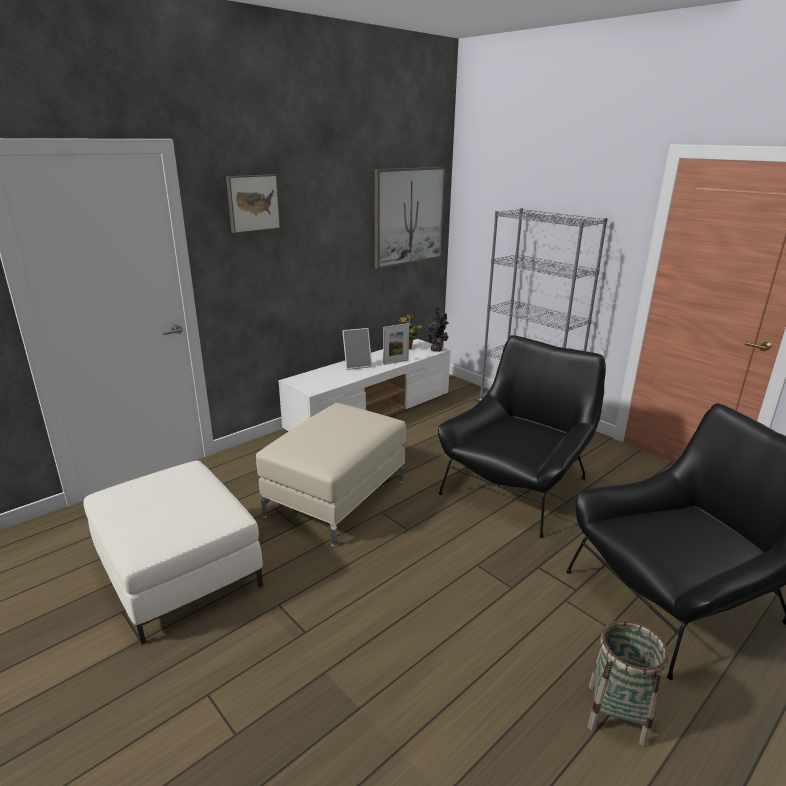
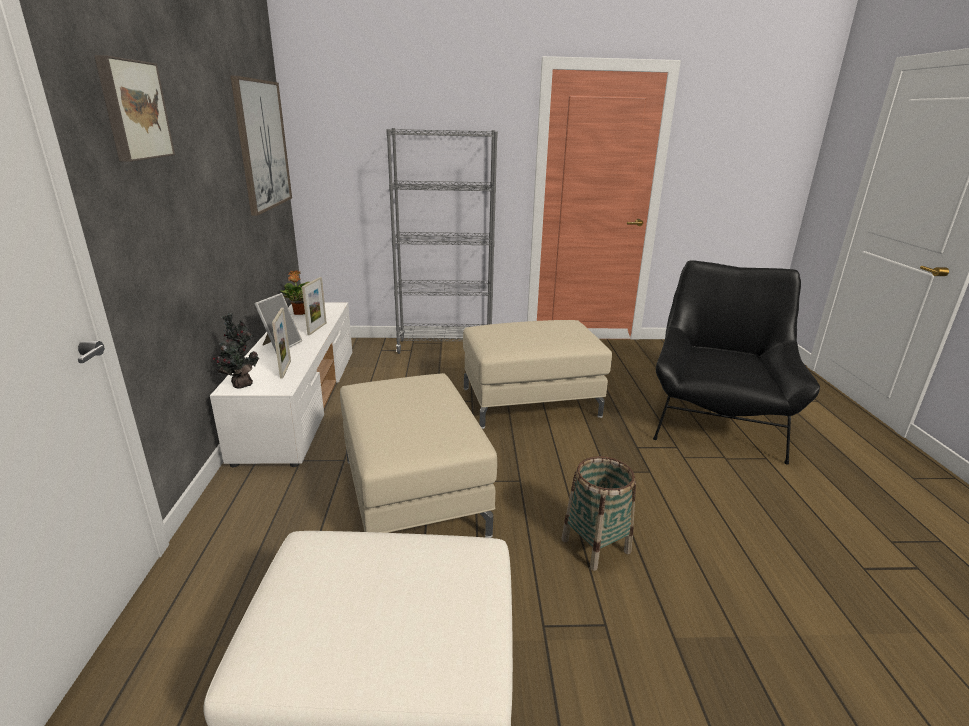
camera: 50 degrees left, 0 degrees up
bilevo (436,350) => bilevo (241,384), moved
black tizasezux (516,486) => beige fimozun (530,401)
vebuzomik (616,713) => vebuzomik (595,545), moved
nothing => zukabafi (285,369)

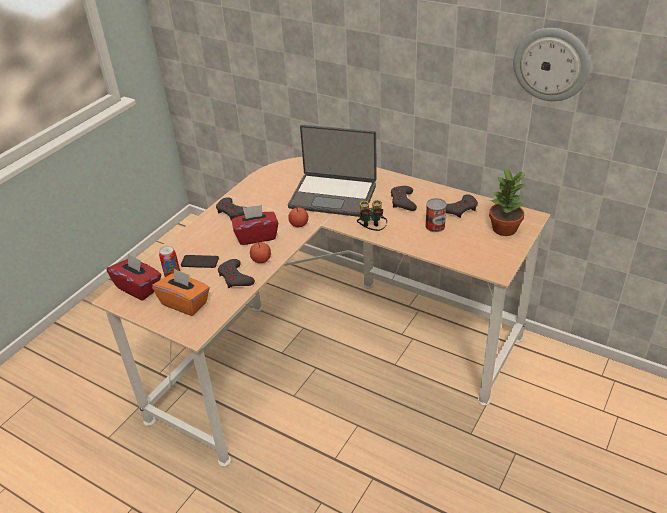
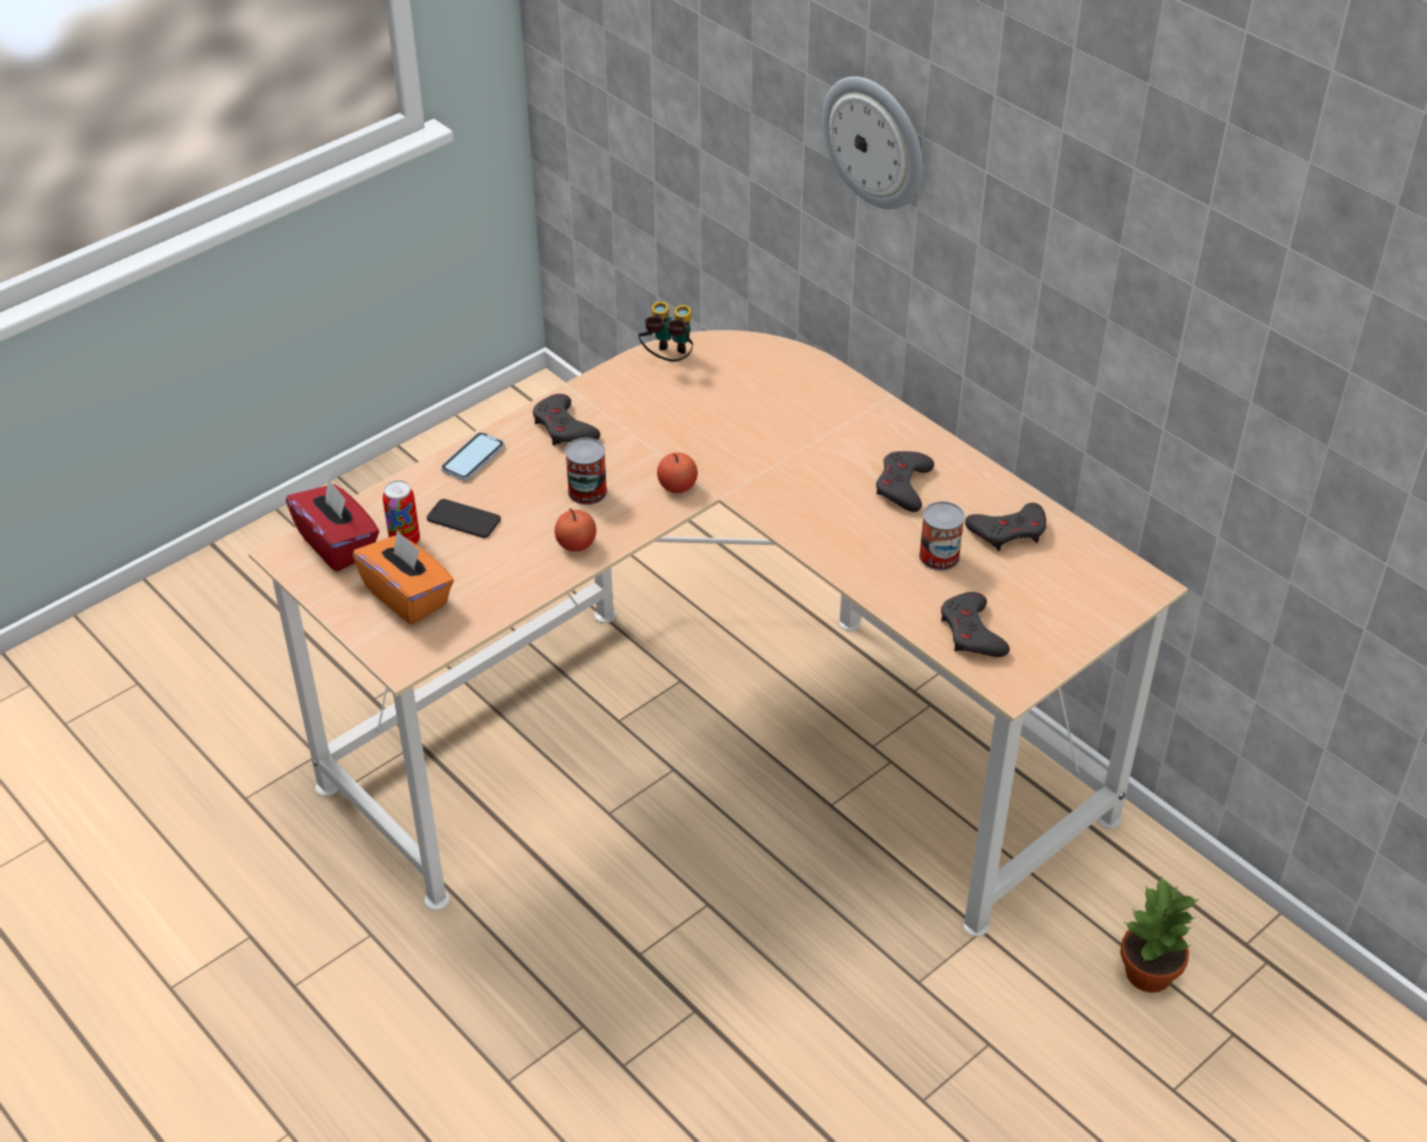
camera: 15 degrees right, 5 degrees up
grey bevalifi (235,278) => grey bevalifi (972,632), moved
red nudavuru (256,236) => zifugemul (587,492)
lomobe (333,195) => nothing
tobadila (371,231) => tobadila (668,360), moved
bilevo (504,229) => bilevo (1148,974), moved
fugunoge (551,64) => fugunoge (875,141), moved
nothing => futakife (473,458)

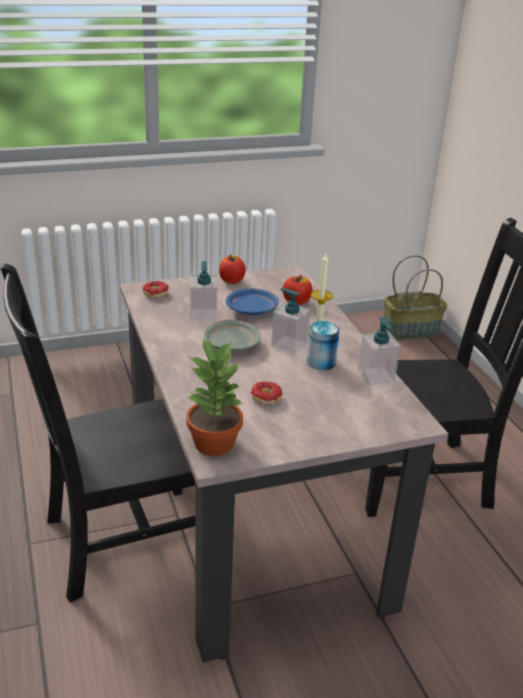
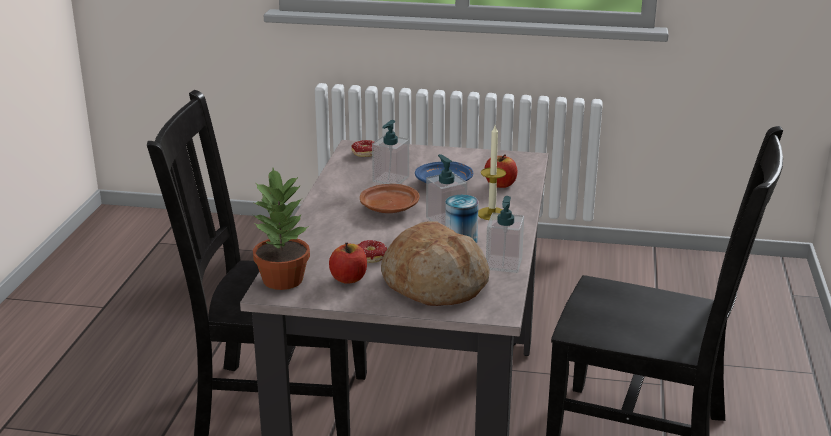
camera: 30 degrees right, 5 degrees down
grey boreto (231,344) => brown boreto (389,208)
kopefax (232,280) => kopefax (349,278), moved
vebuzomik (410,331) => nothing
nothing => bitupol (435,284)

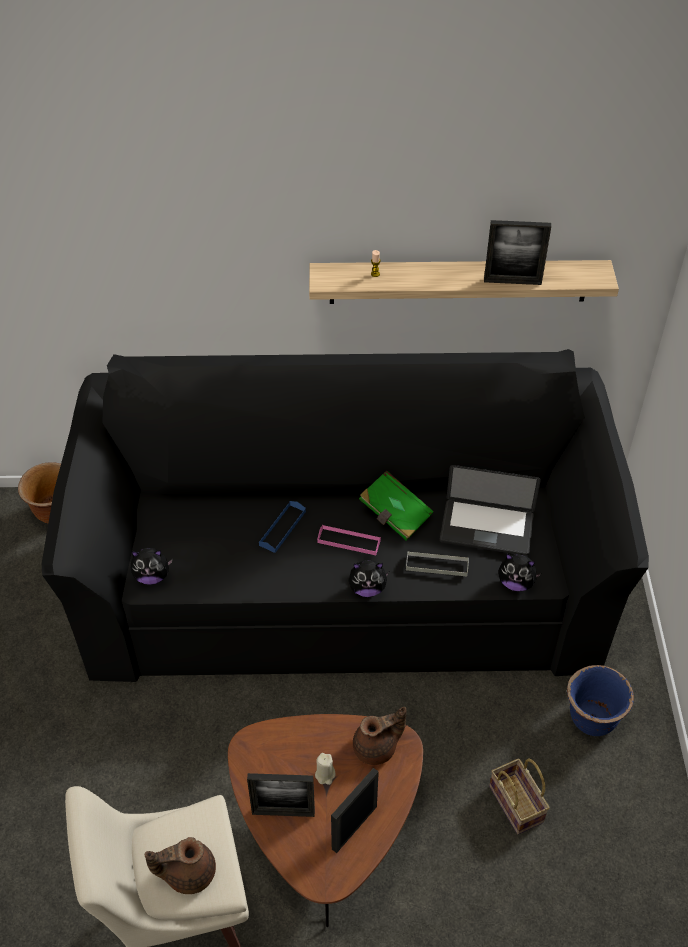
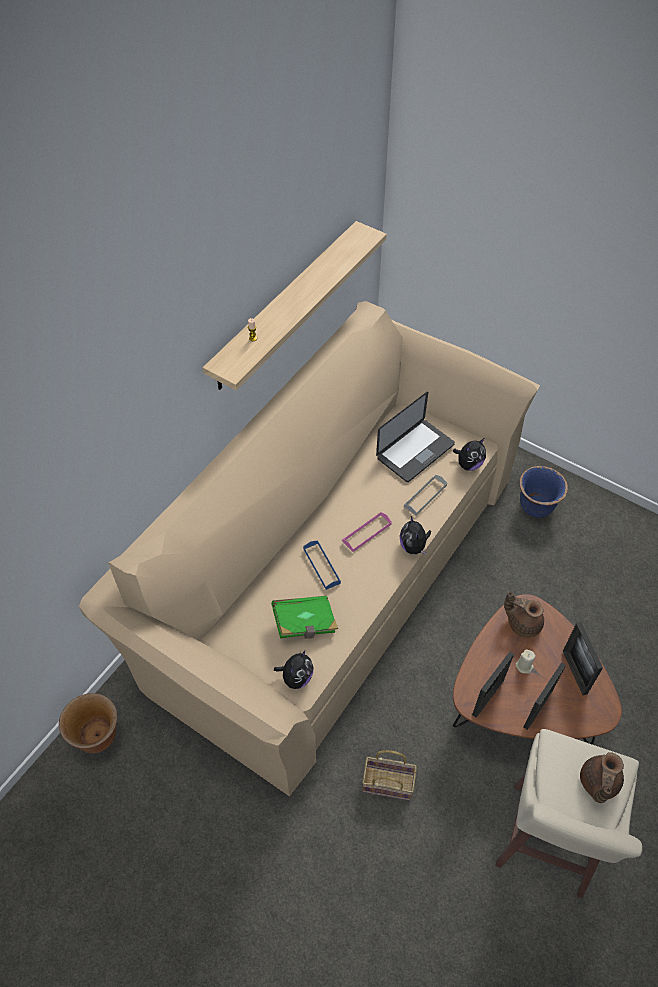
camera: 55 degrees left, 5 degrees up
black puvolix (344,576) => beige puvolix (326,571)
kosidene (367,588) => kosidene (413,546), 135 degrees clockwise
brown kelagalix (377,748) => brown kelagalix (522,623), 75 degrees counterclockwise
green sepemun (395,515) => green sepemun (305,623), moved
zukabafi (512,281) => zukabafi (488,697), moved
vebuzomik (518,805) => vebuzomik (389,783), moved

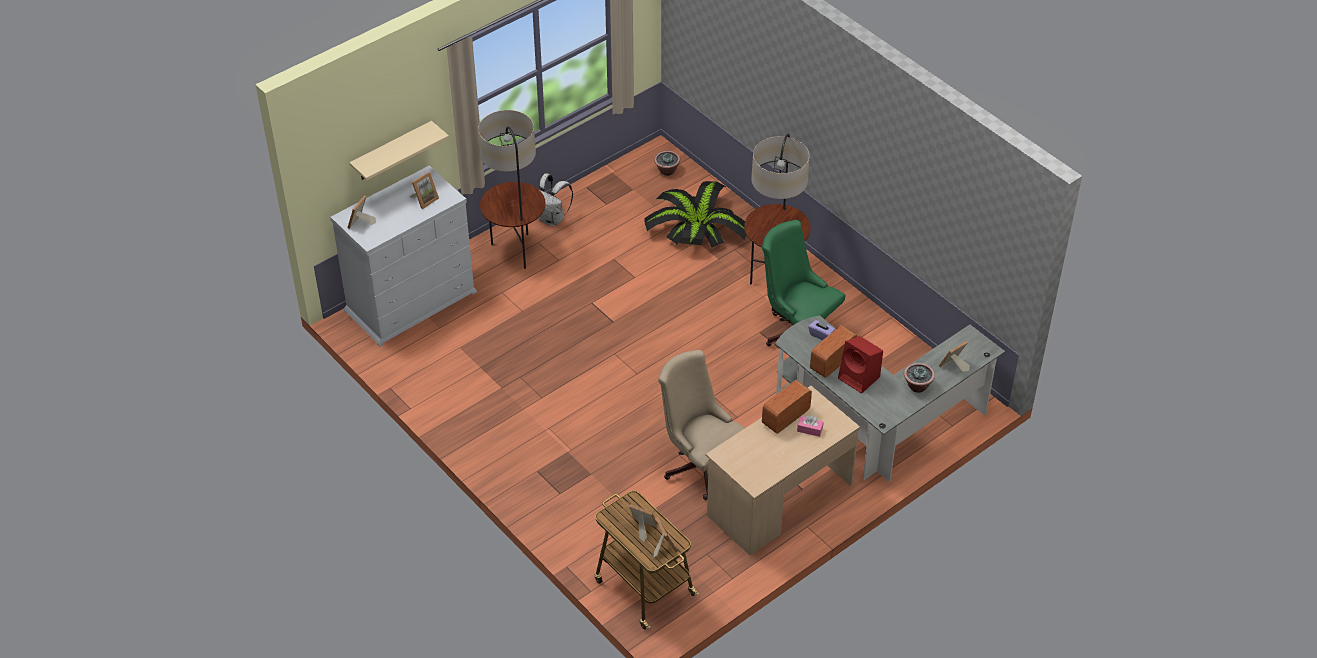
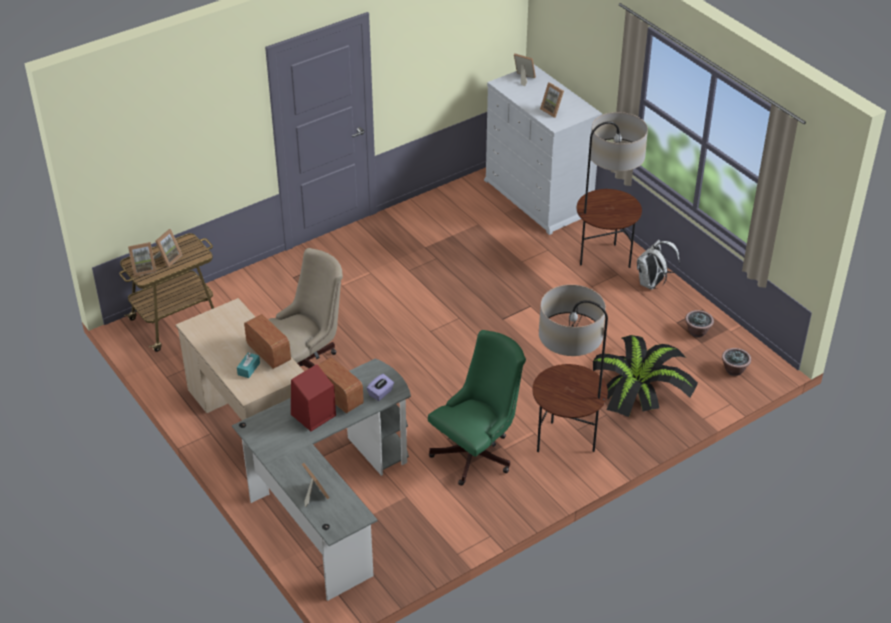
camera: 95 degrees right, 5 degrees down
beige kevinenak (392,152) => nothing
pink nudavuru (809,429) => turquoise nudavuru (248,369)
bilevo (917,386) => bilevo (697,332), moved

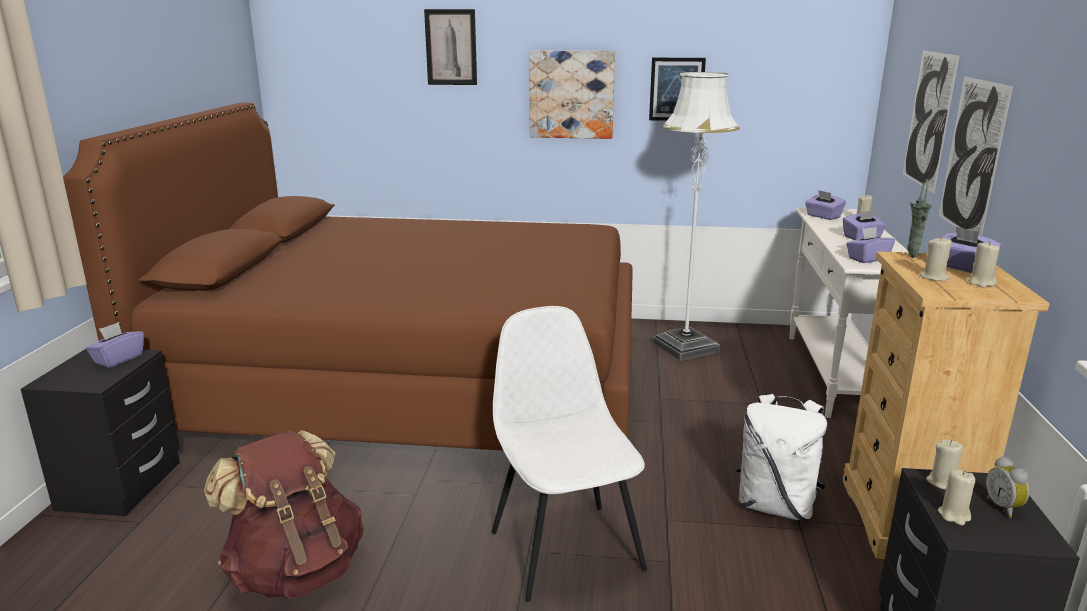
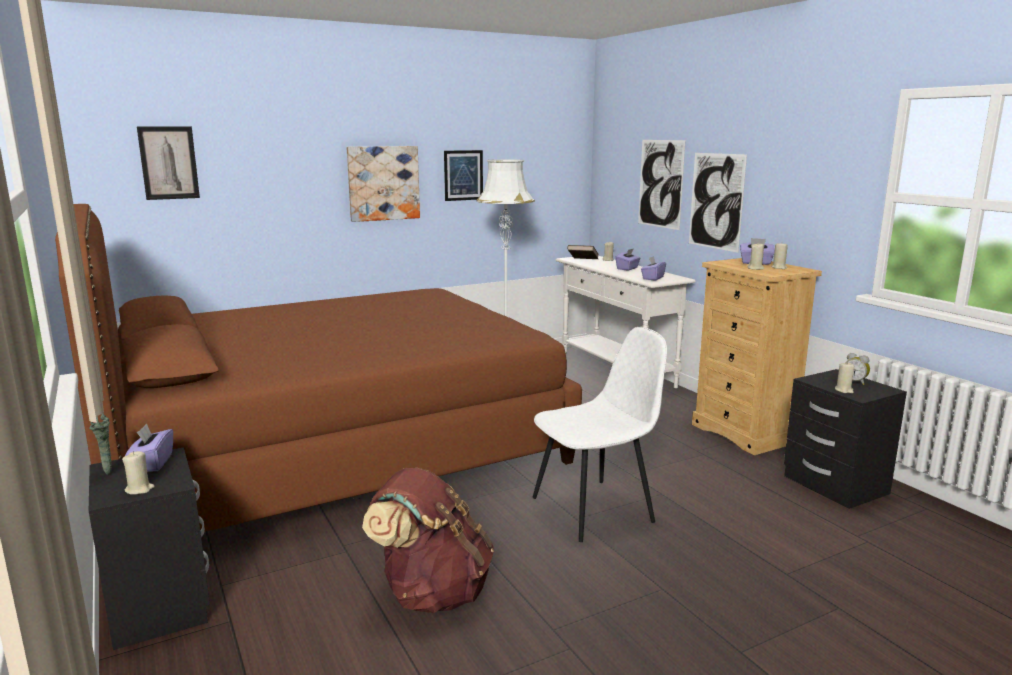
camera: 35 degrees left, 5 degrees down
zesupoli (451,47) => zesupoli (169,163), moved
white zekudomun (565,547) => white zekudomun (595,509), 120 degrees clockwise
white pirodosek (776,506) => nothing
purple nudavuru (823,216) => brown sepemun (582,261)
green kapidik (911,256) => green kapidik (108,472), moved
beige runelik (942,483) => beige runelik (139,489), moved

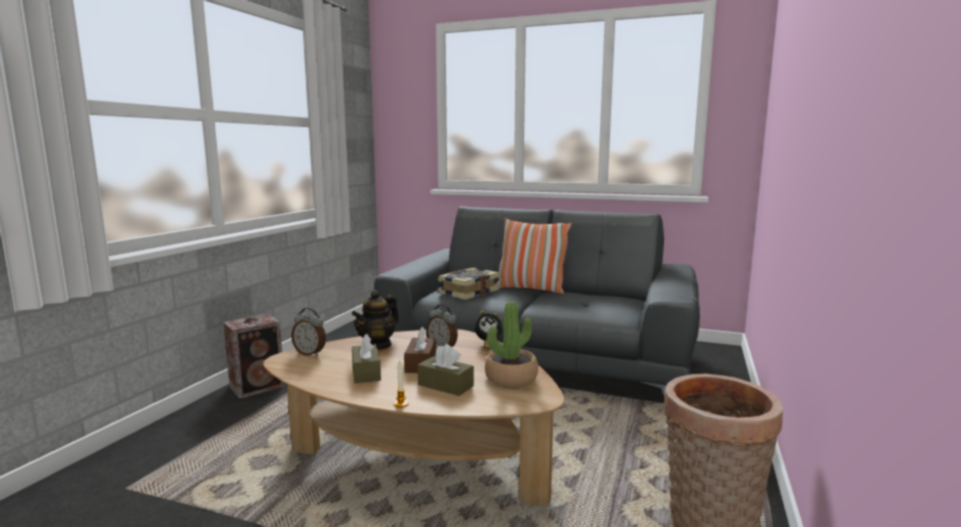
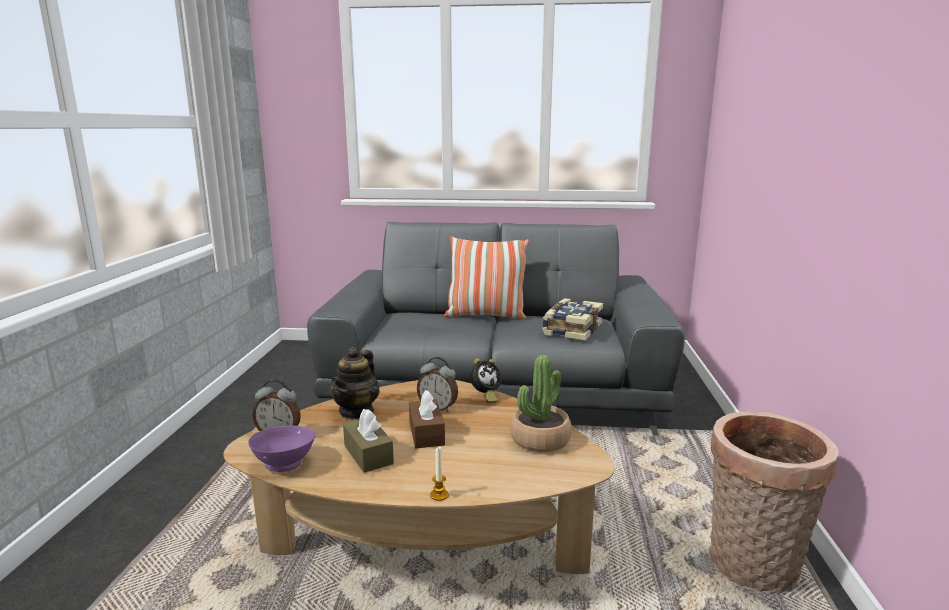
camera: 15 degrees left, 5 degrees up
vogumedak (259,386) => nothing
brown nudavuru (445,385) => nothing
sepemun (467,292) => sepemun (571,329), moved
nothing => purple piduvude (285,464)

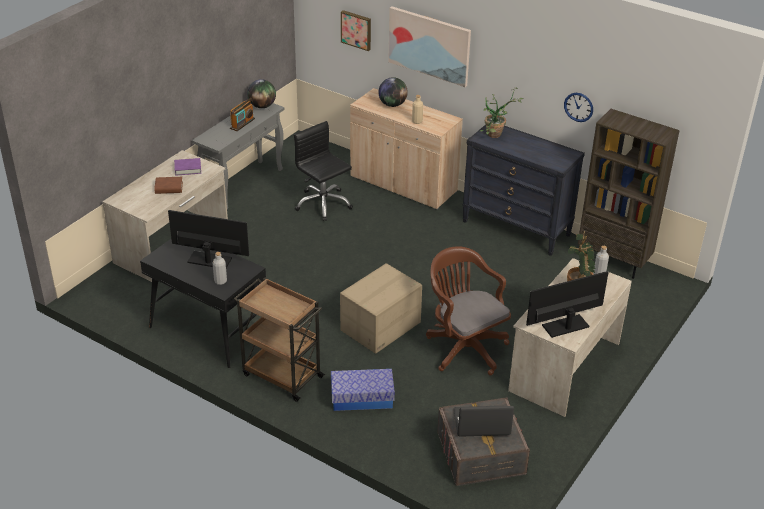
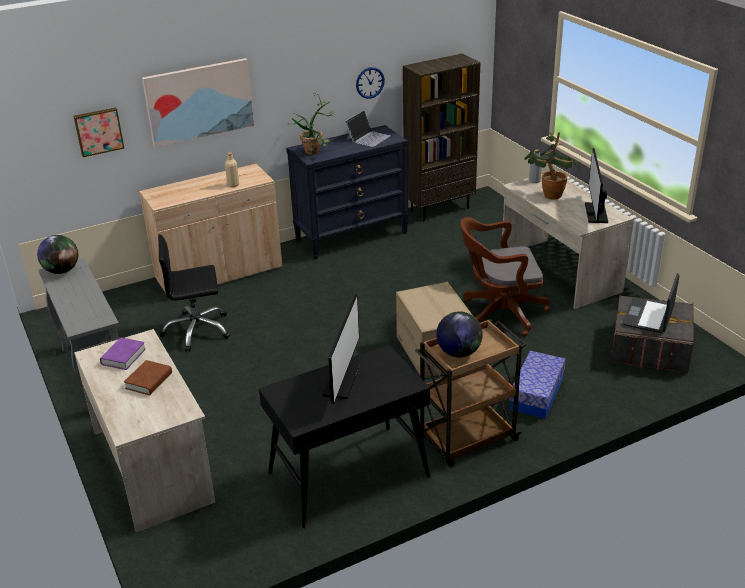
camera: 60 degrees left, 5 degrees down
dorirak (209,260) => dorirak (341,380), 150 degrees clockwise
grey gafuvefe (220,281) => nothing
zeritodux (242,123) => nothing
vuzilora (392,104) => vuzilora (458,353), moved
nothing => lomobe (368,138)

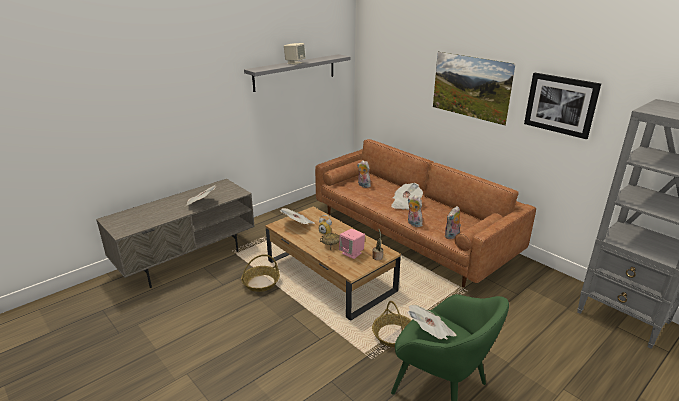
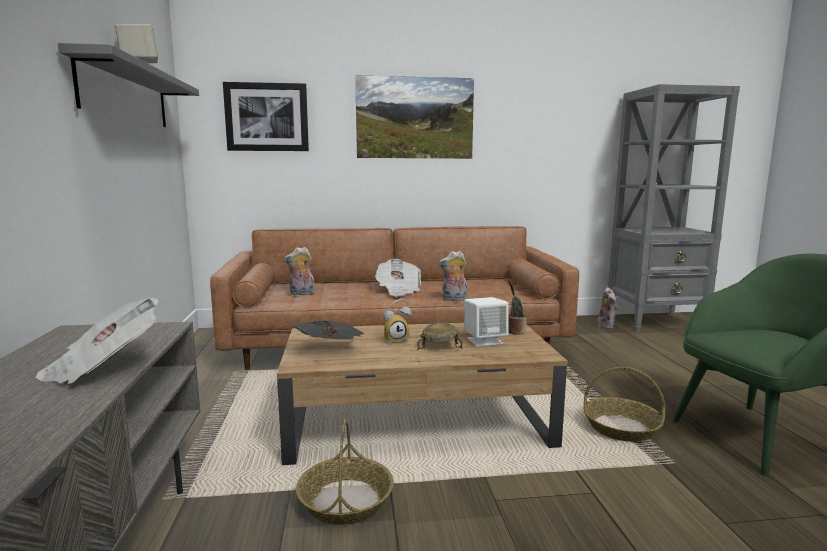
camera: 55 degrees left, 15 degrees down
pink vogumedak (352,253) => white vogumedak (484,341)
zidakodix (430,333) => nothing
kosidene (452,236) => kosidene (607,326), moved
zesupoli (560,104) => zesupoli (267,117), moved

